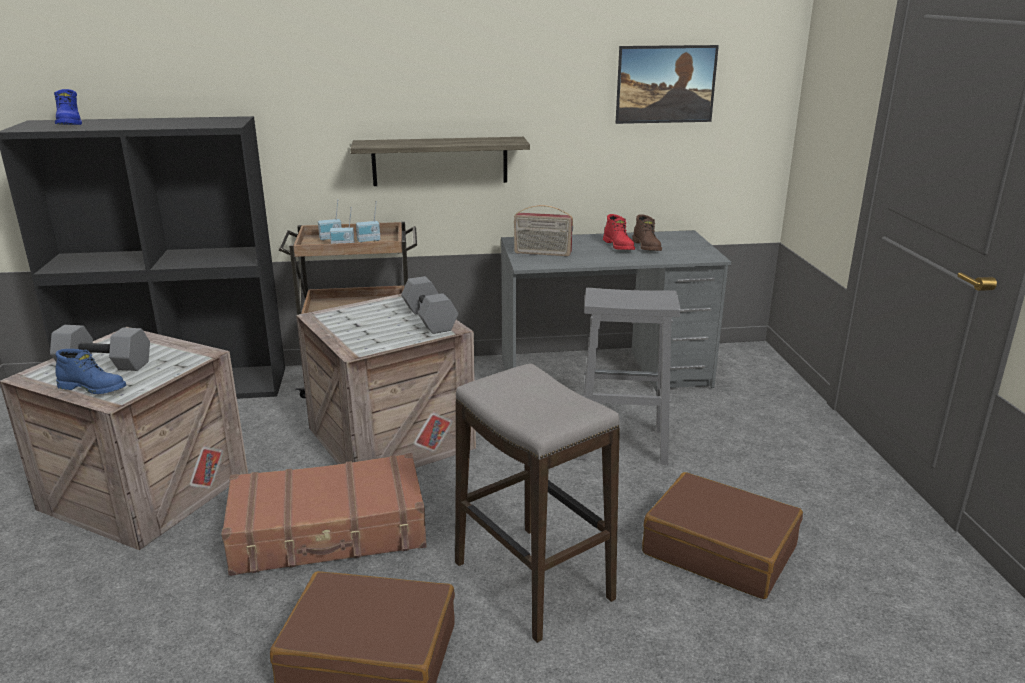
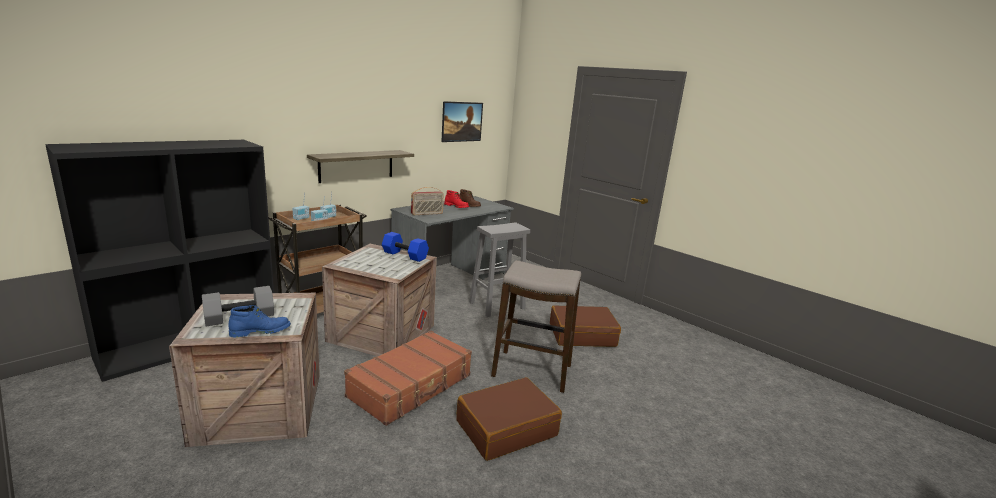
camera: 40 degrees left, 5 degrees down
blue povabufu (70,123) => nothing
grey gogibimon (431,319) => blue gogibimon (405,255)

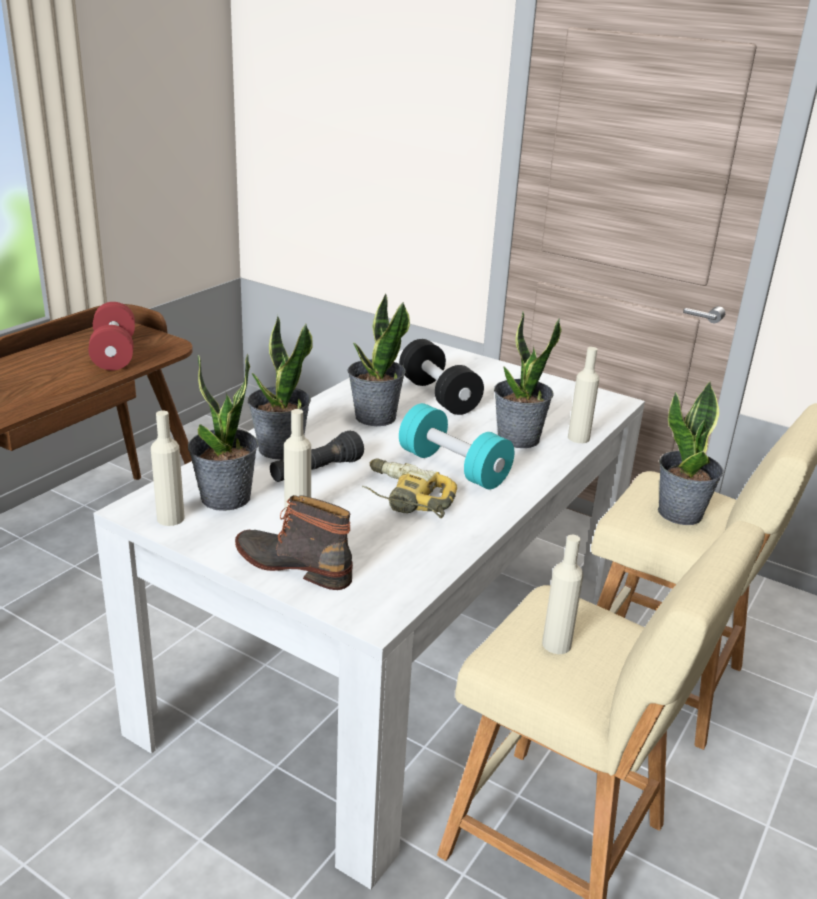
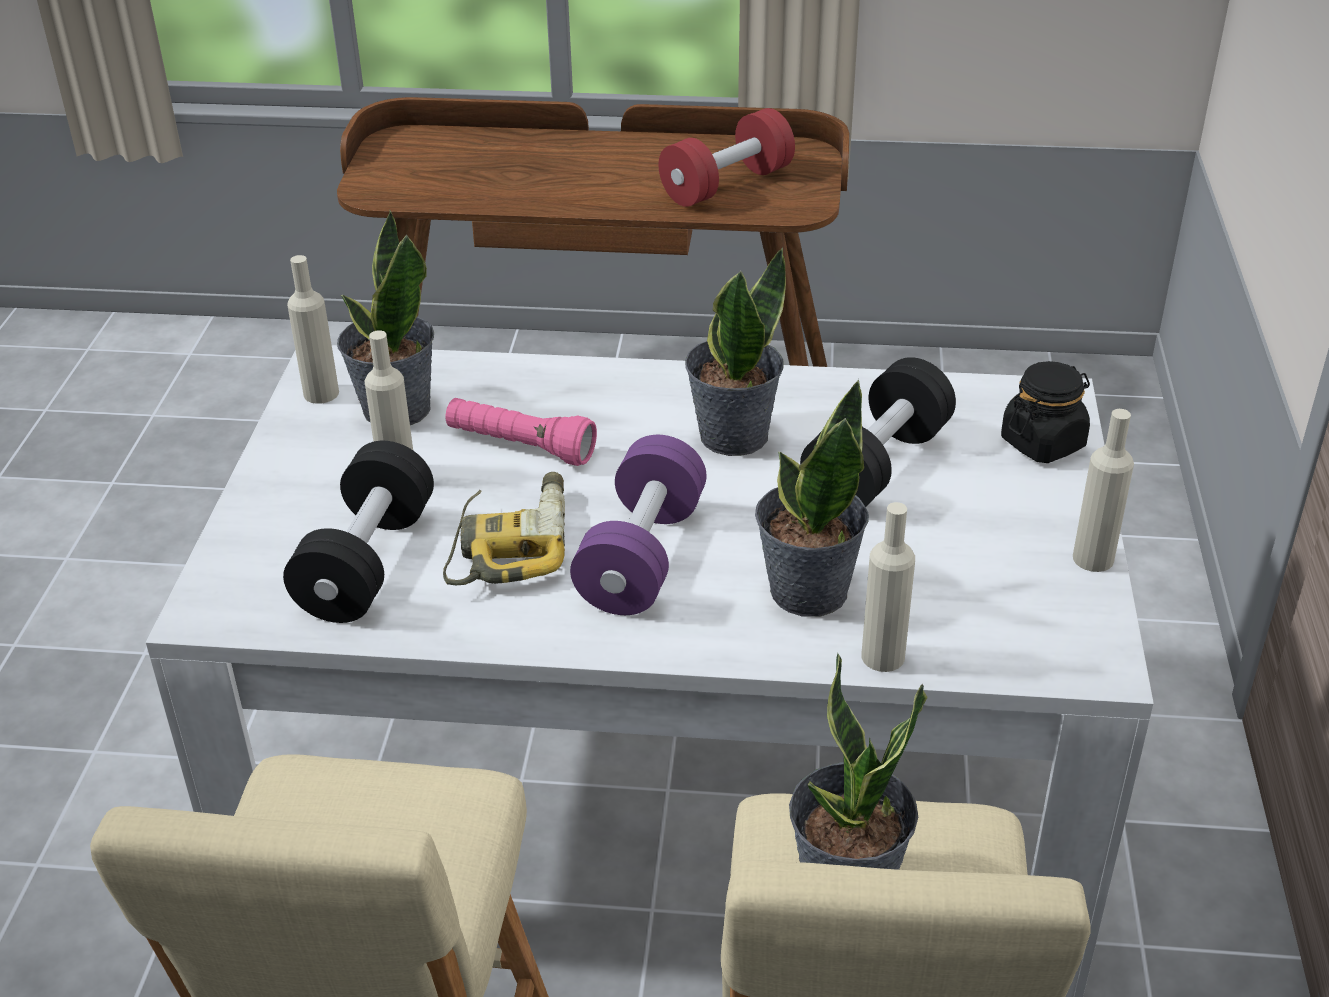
camera: 65 degrees right, 10 degrees up
povabufu (295,564) => nothing
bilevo (280,449) => nothing
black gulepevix (316,472) => pink gulepevix (520,447)
turquoise gogibimon (453,468) => purple gogibimon (641,556)
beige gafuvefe (556,644) => beige gafuvefe (1093,558), moved
nothing => black gogibimon (367,563)
nothing => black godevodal (1043,443)

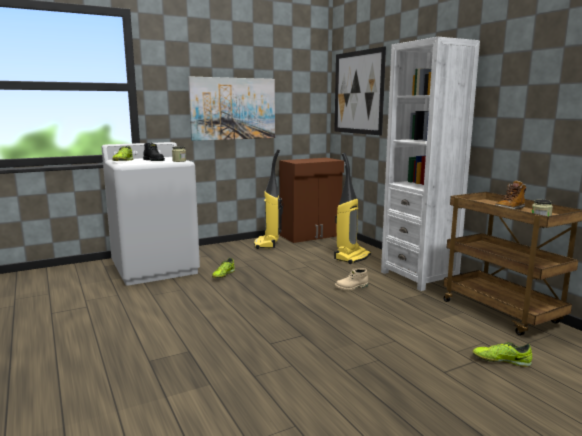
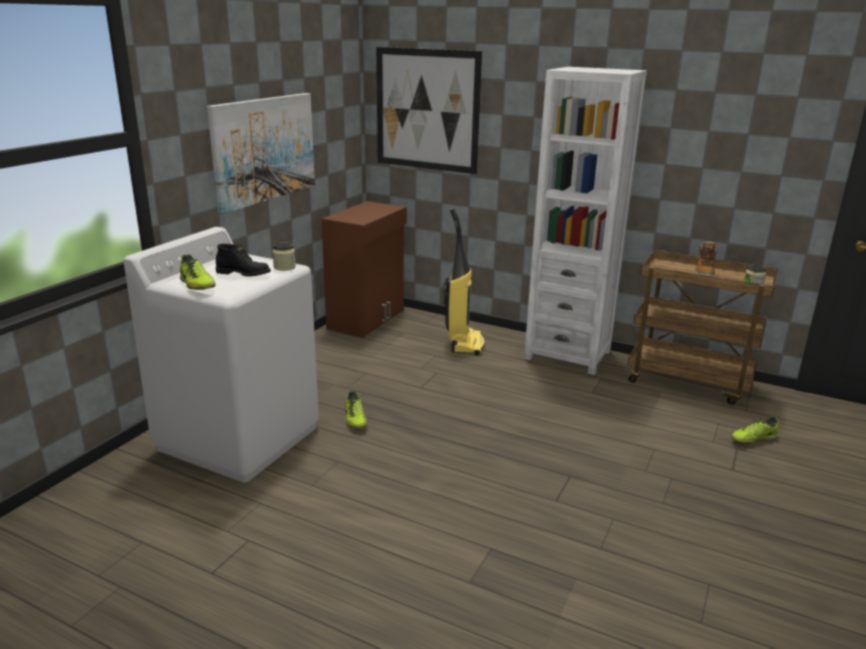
camera: 35 degrees left, 10 degrees up
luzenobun (267,244) => nothing
beige povabufu (351,287) => nothing

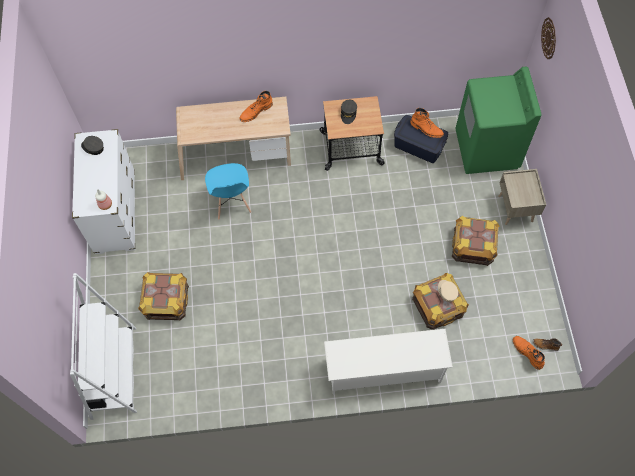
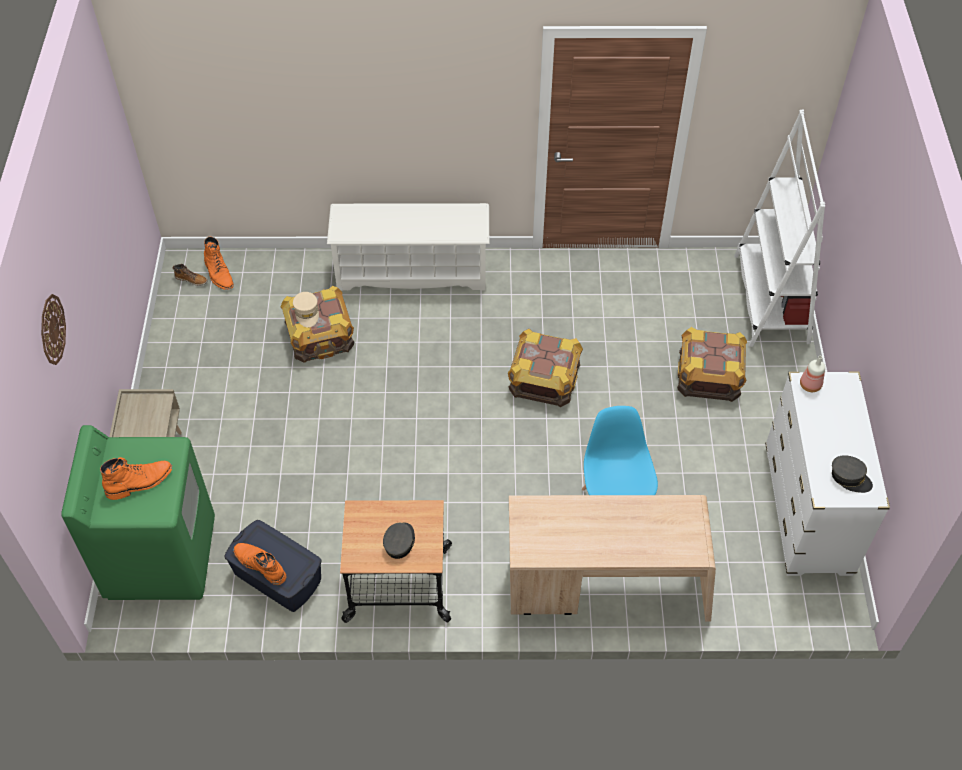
camera: 175 degrees left, 10 degrees down
orange povabufu (256,111) => orange povabufu (140,482), moved
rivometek (473,246) => rivometek (544,378), moved
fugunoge (549,38) => fugunoge (52,329), moved

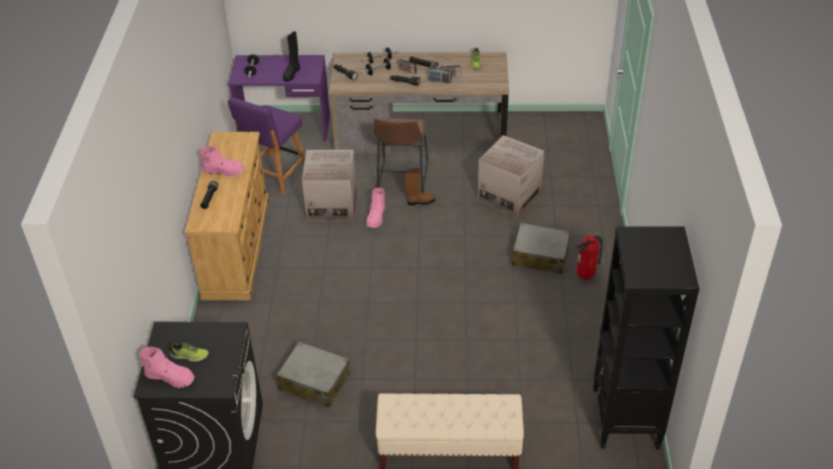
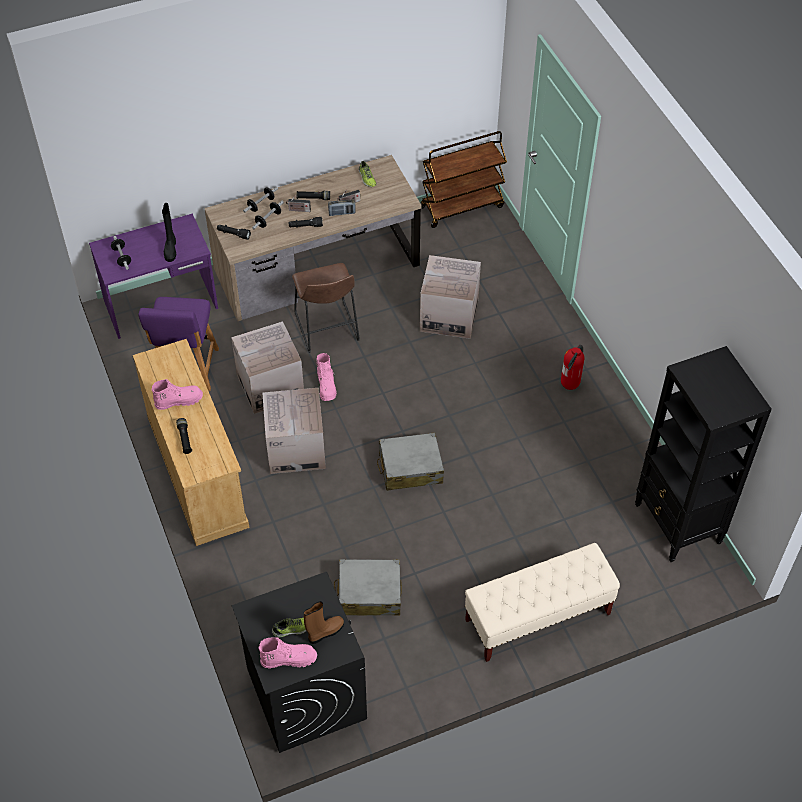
camera: 25 degrees left, 10 degrees up
brown povabufu (420,201) => brown povabufu (325,632), moved
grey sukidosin (539,256) => grey sukidosin (410,468), moved
nothing => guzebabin (296,448)
nothing => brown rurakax (462,206)

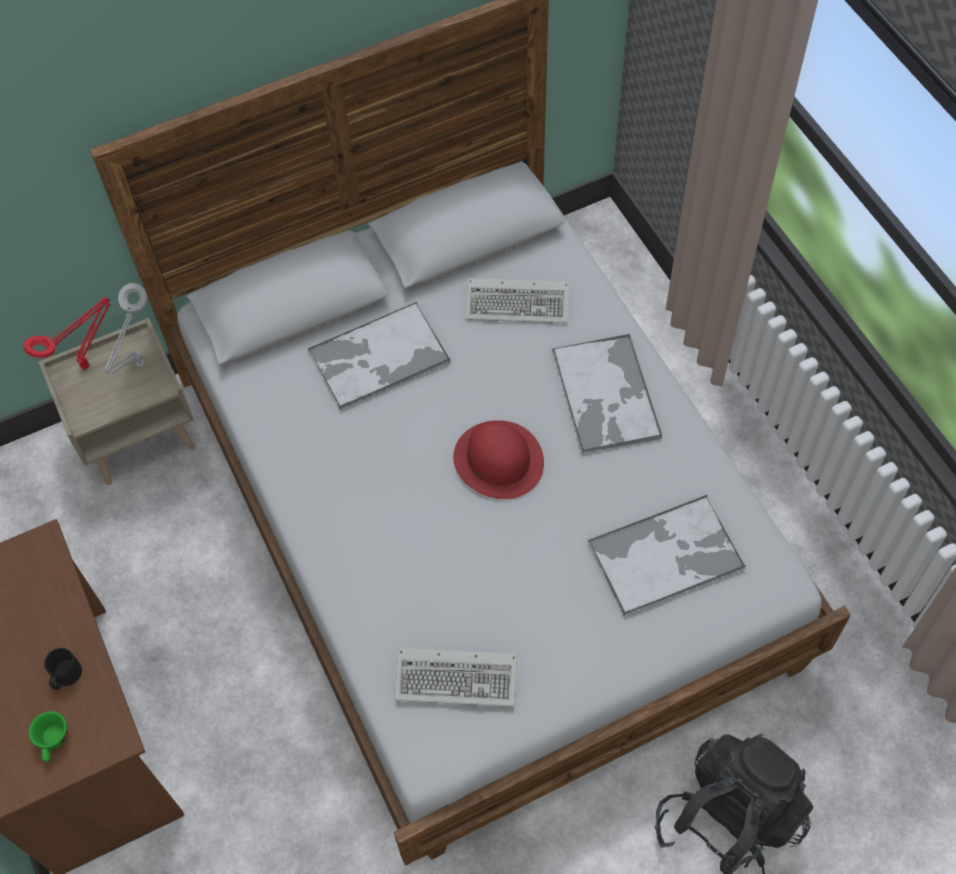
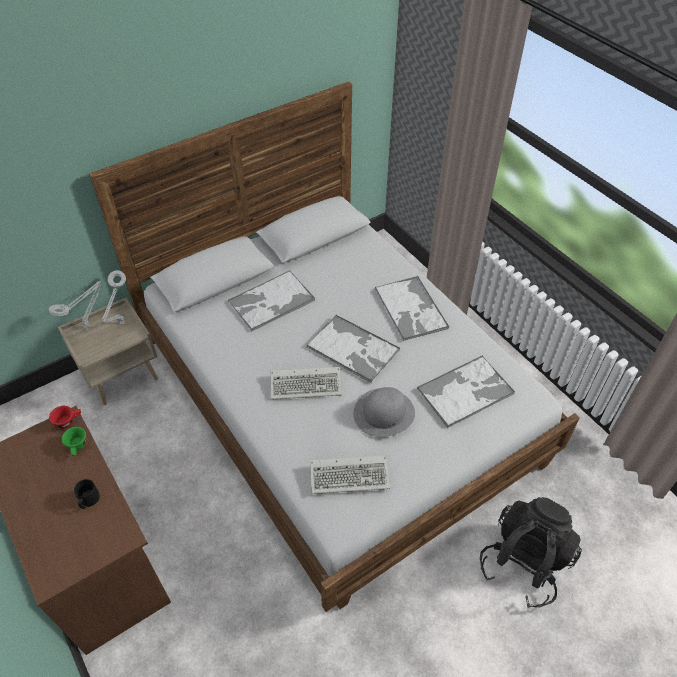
camera: 10 degrees left, 10 degrees down
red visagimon (87,364) => grey visagimon (89,326)
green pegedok (54,742) => green pegedok (78,447), moved
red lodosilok (499,460) => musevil (353,349)
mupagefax (520,303) => mupagefax (307,384), moved
nothing => red pegedok (68,421)
nothing => grey lodosilok (384,412)

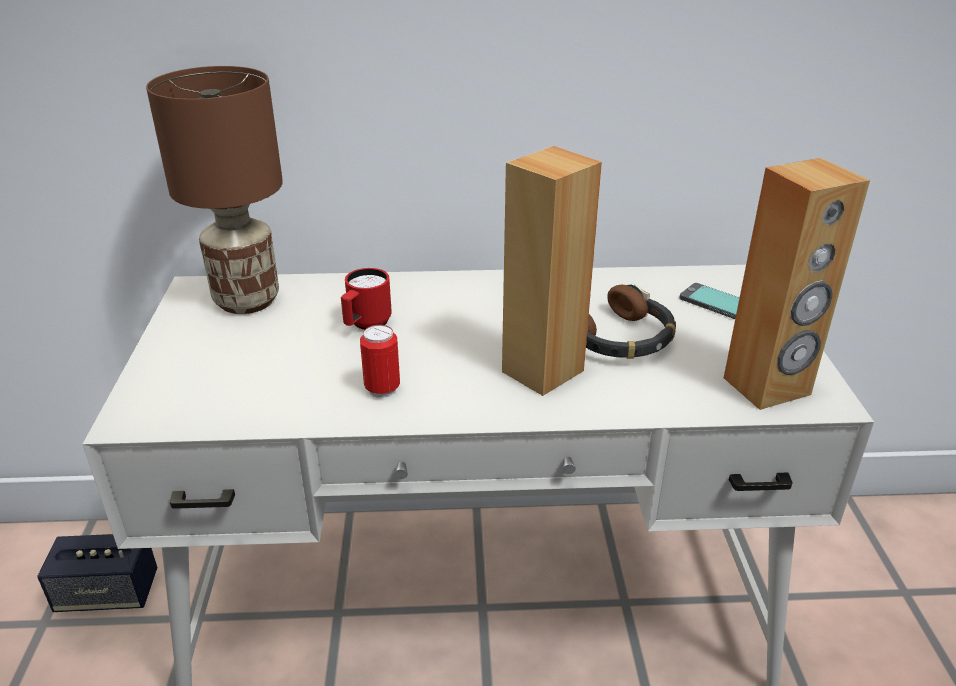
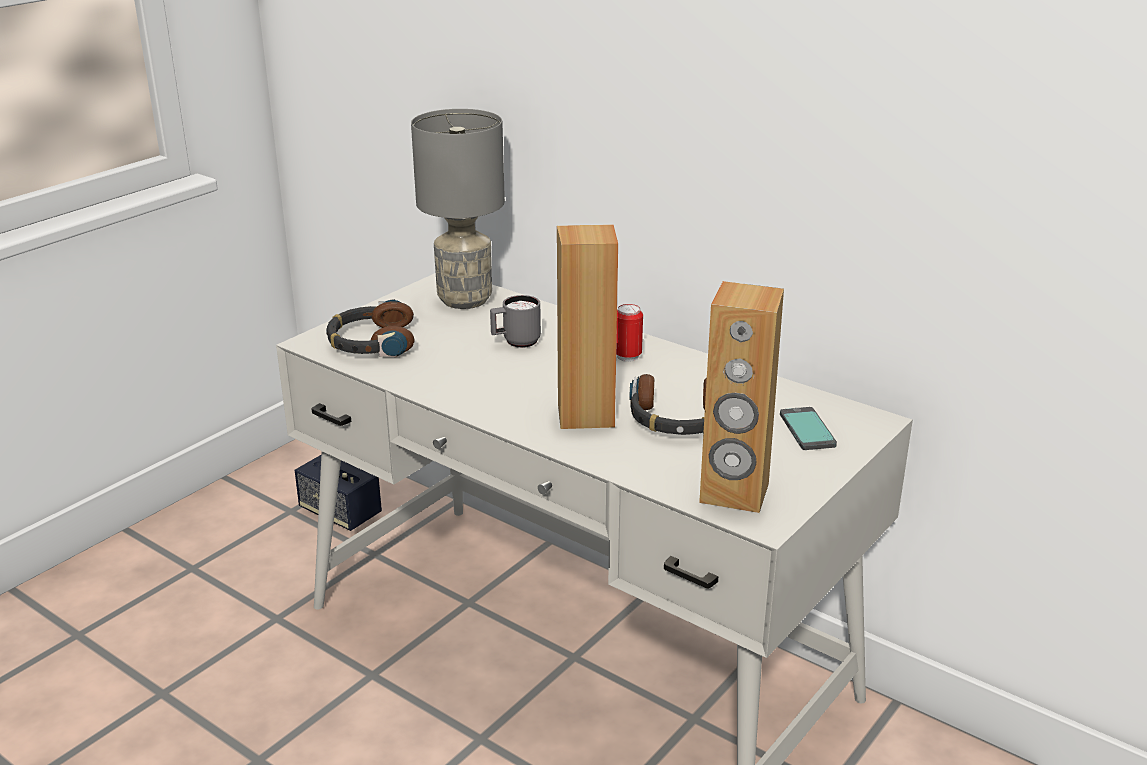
camera: 40 degrees right, 5 degrees down
brown visagimon (248,301) => grey visagimon (465,300)
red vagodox (366,325) => grey vagodox (516,342)
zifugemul (382,389) => zifugemul (627,356), moved
nothing => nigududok (371,342)

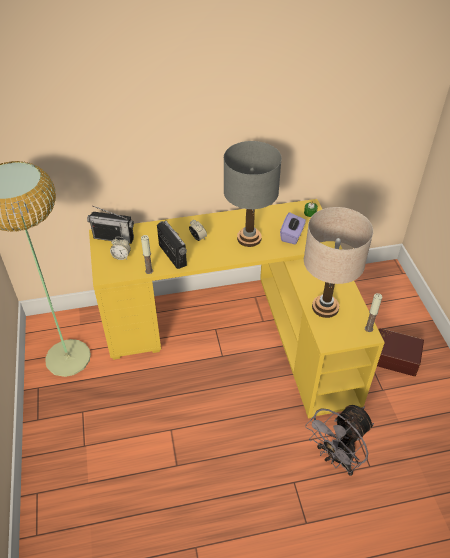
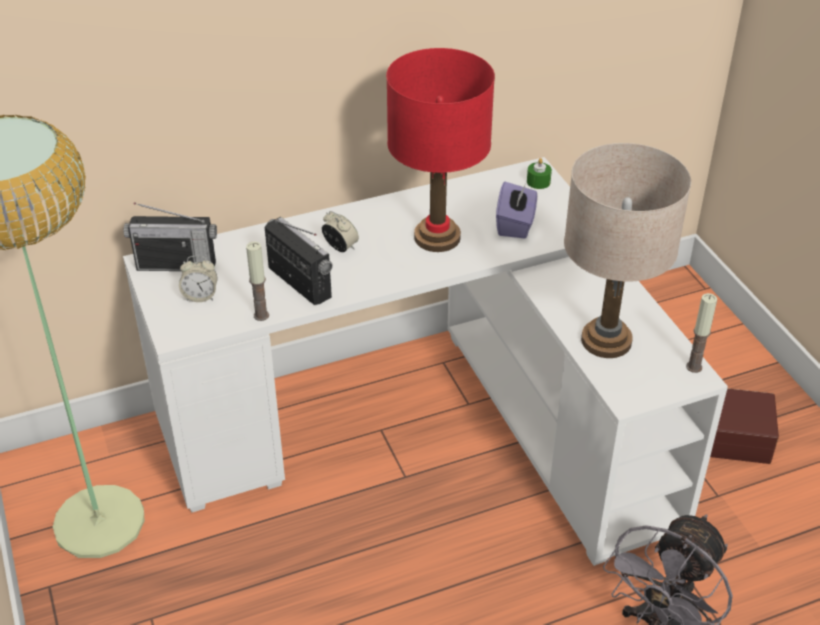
camera: 10 degrees left, 5 degrees down
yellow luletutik (241,330) => white luletutik (430,425)
grey visagimon (249,238) => red visagimon (437,237)

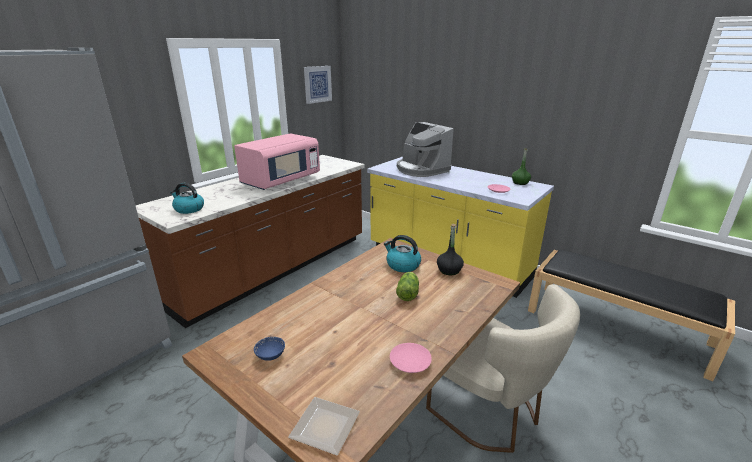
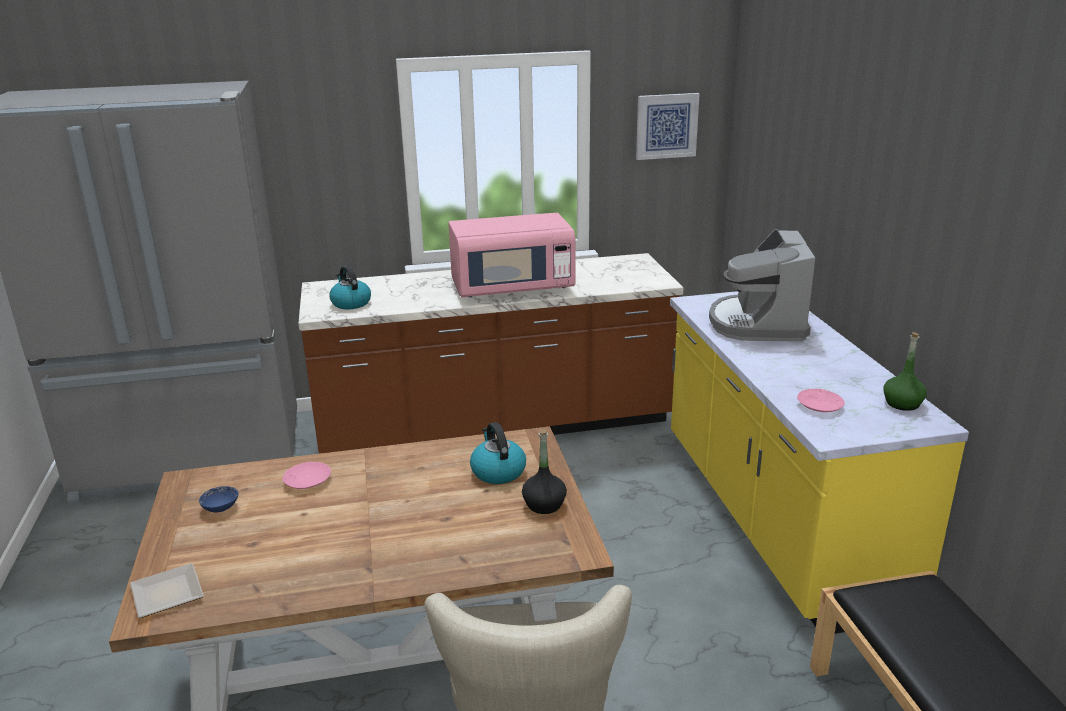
camera: 40 degrees right, 0 degrees up
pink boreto (410,362) => pink boreto (307,481), moved
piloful (408,293) => nothing

